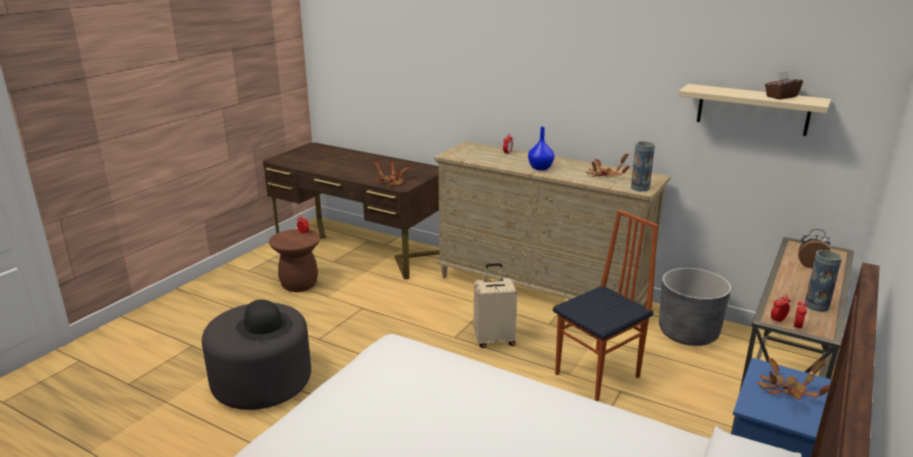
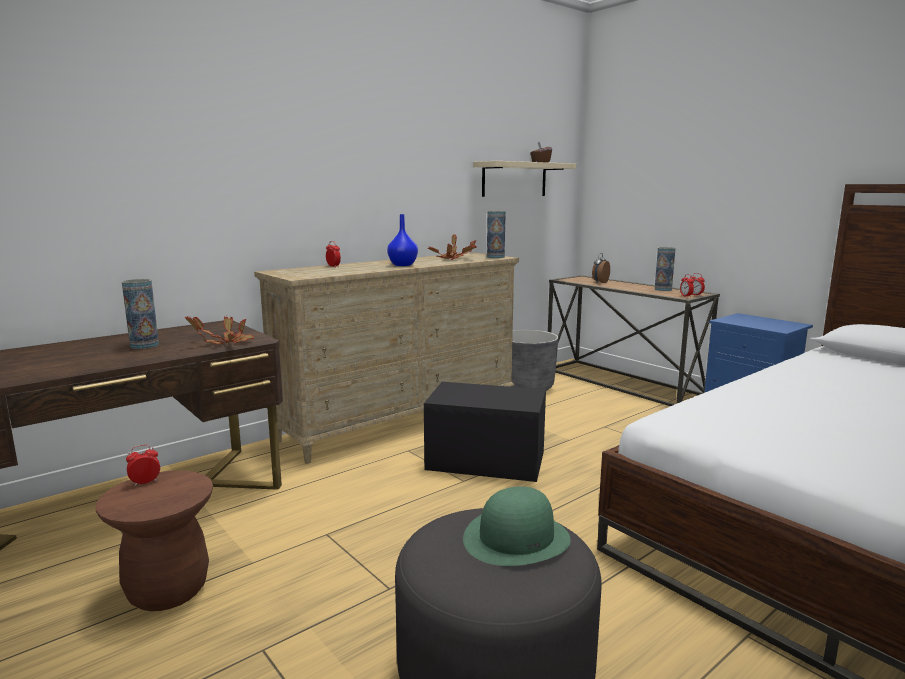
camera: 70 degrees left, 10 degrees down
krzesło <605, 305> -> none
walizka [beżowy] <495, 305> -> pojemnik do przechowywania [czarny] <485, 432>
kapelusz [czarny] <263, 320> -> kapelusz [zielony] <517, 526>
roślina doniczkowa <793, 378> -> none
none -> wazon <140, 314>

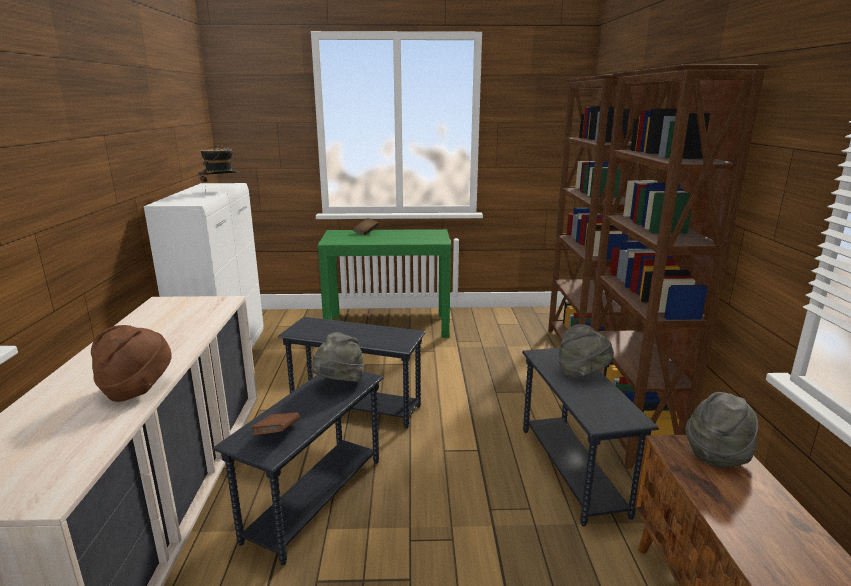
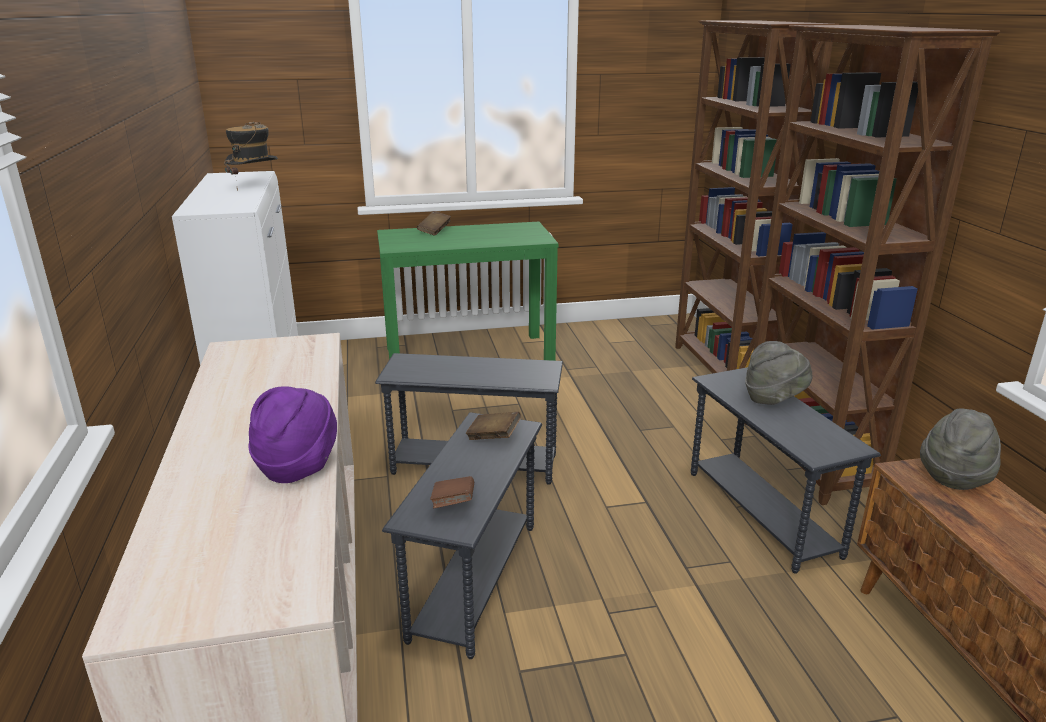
camera: 10 degrees left, 5 degrees up
kapelusz [brązowy] <131, 363> -> kapelusz [fioletowy] <293, 434>
kapelusz [szary] <338, 357> -> książka [brązowy] <493, 426>

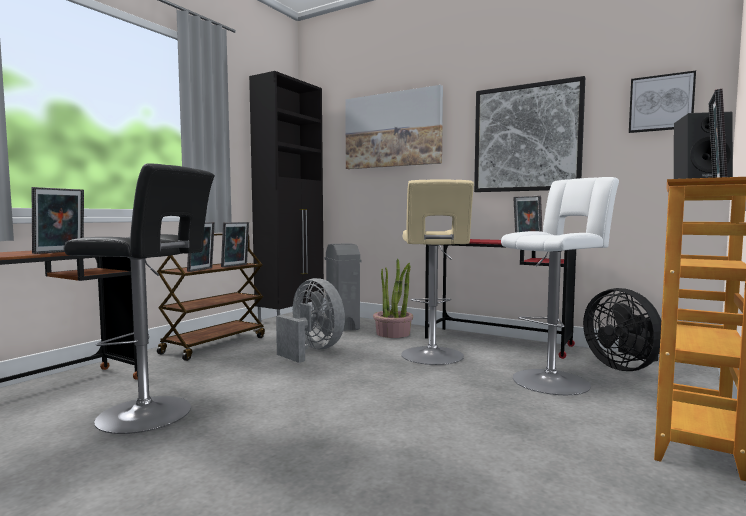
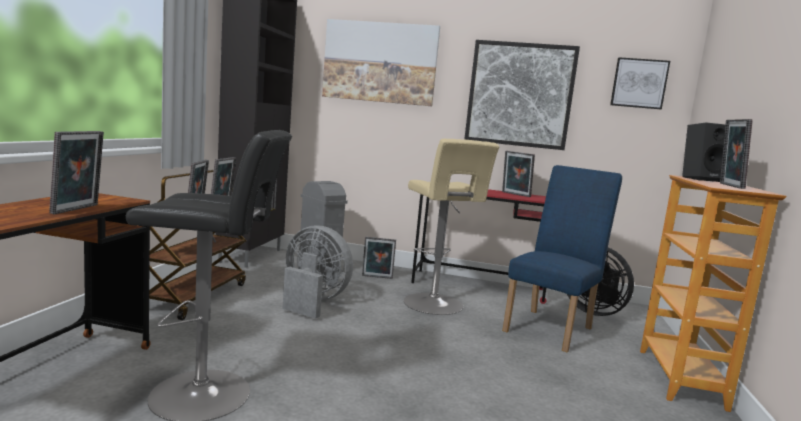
camera: 20 degrees left, 5 degrees up
stołek [biały] <560, 286> -> krzesło [niebieski] <562, 258>
roślina doniczkowa <393, 298> -> ramka na zdjęcie <379, 258>

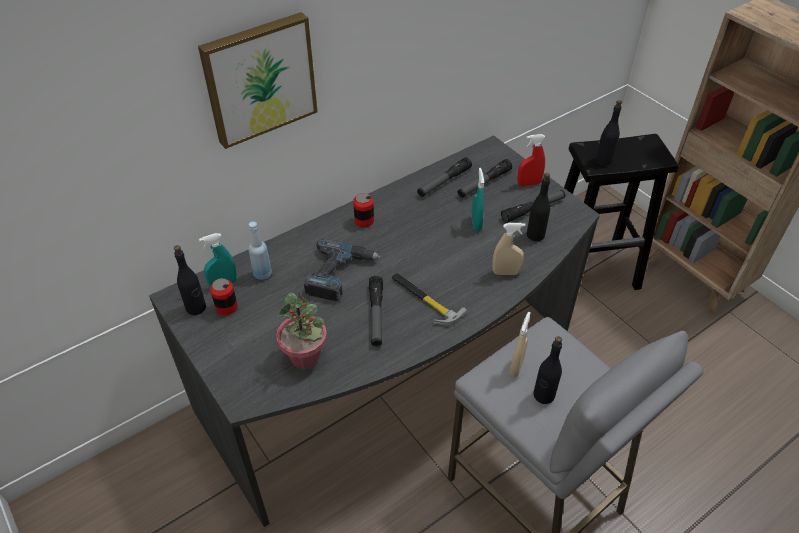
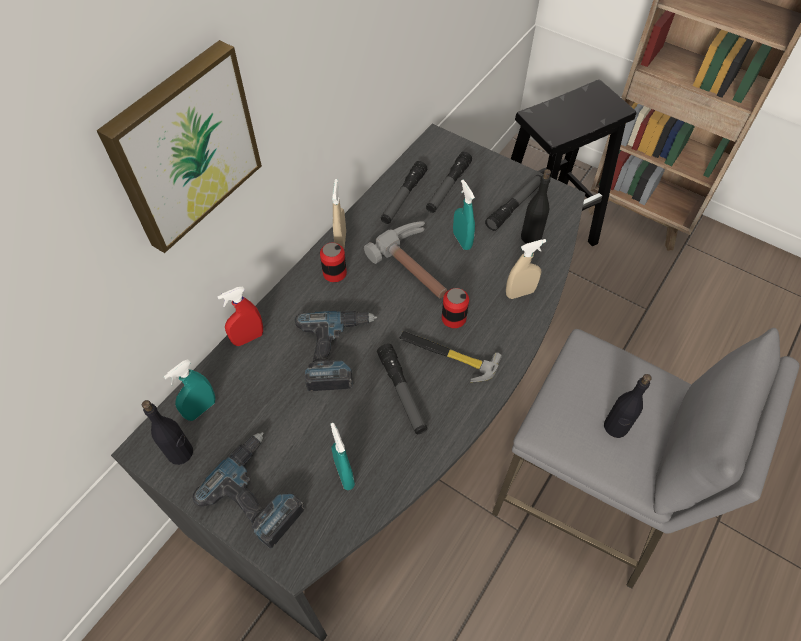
camera: 20 degrees left, 10 degrees up
butelka [czarny] <609, 133> -> none
spryskiwacz [czerwony] <531, 160> -> spryskiwacz [czerwony] <240, 316>, relocated
butelka [niebieski] <260, 250> -> none
puszka <224, 296> -> puszka <455, 308>, relocated
roślina doniczkowa <301, 330> -> spryskiwacz [turkusowy] <342, 456>
spryskiwacz [beżowy] <520, 344> -> spryskiwacz [beżowy] <339, 213>, relocated
none -> młotek <405, 260>
none -> wiertarka <248, 490>

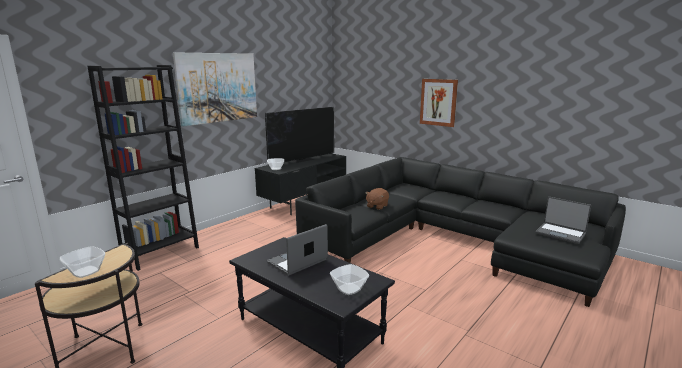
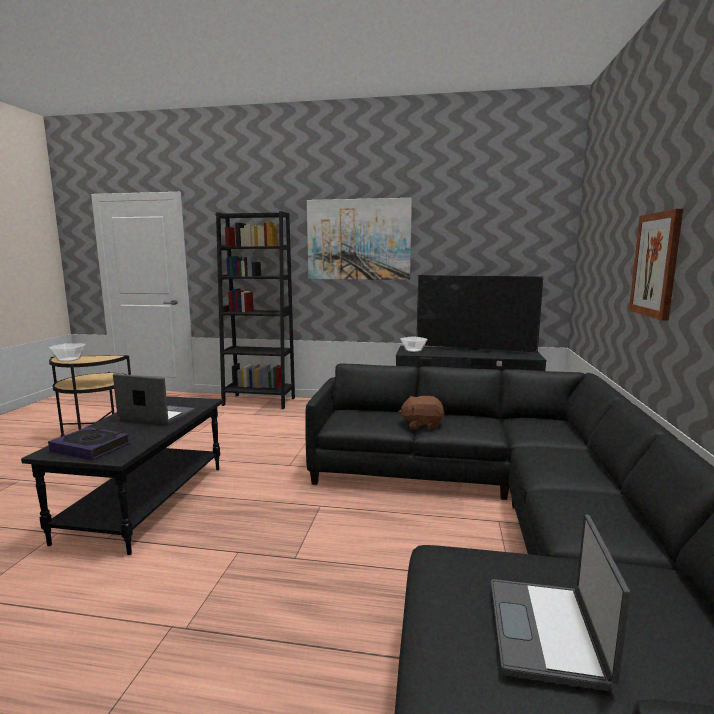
camera: 60 degrees right, 5 degrees down
miska <349, 279> -> książka <89, 443>

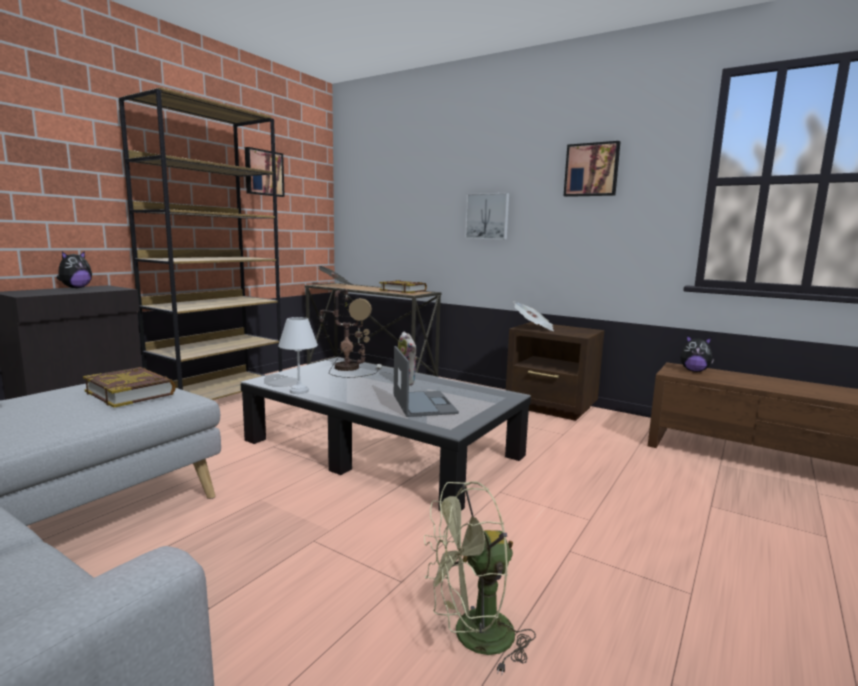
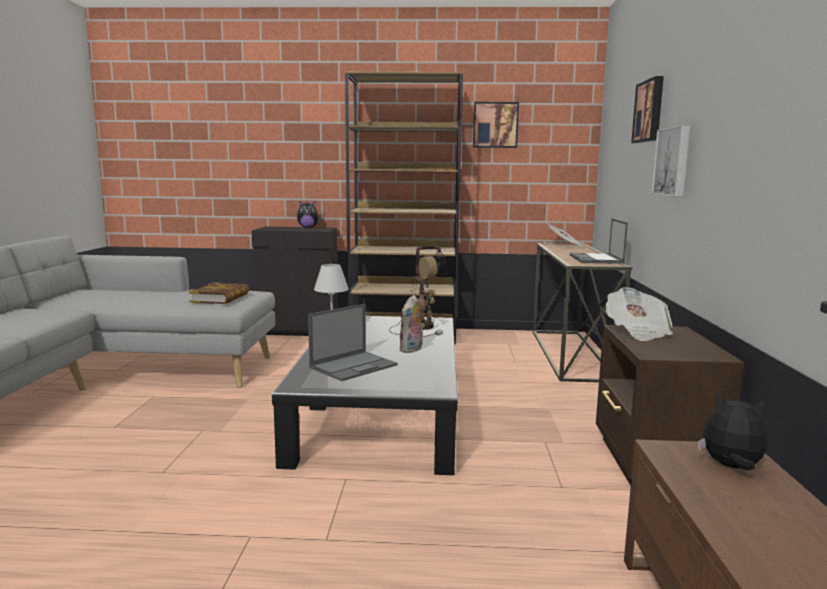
camera: 60 degrees right, 0 degrees up
obraz <592, 169> -> obraz <647, 109>, relocated
książka <403, 286> -> laptop <599, 241>
pluszak <697, 353> -> pluszak <732, 431>, 120 degrees clockwise
wentylator [zielony] <480, 577> -> none

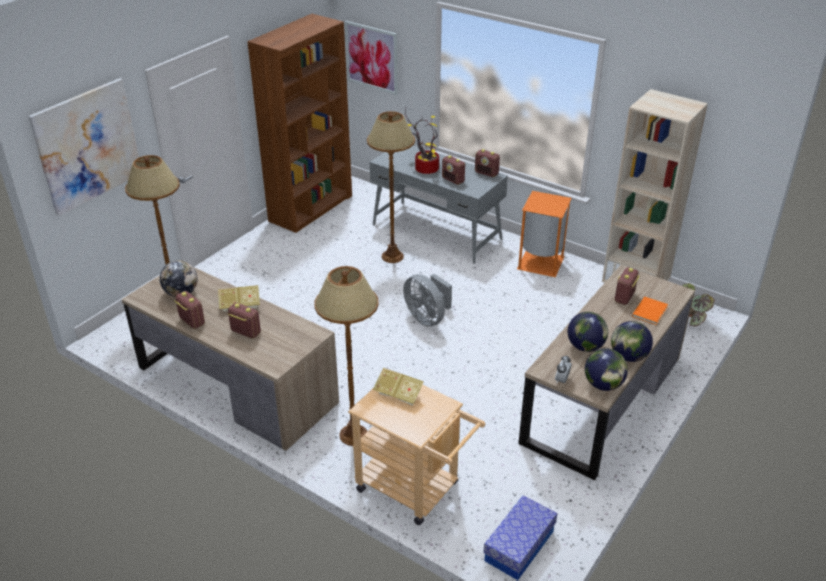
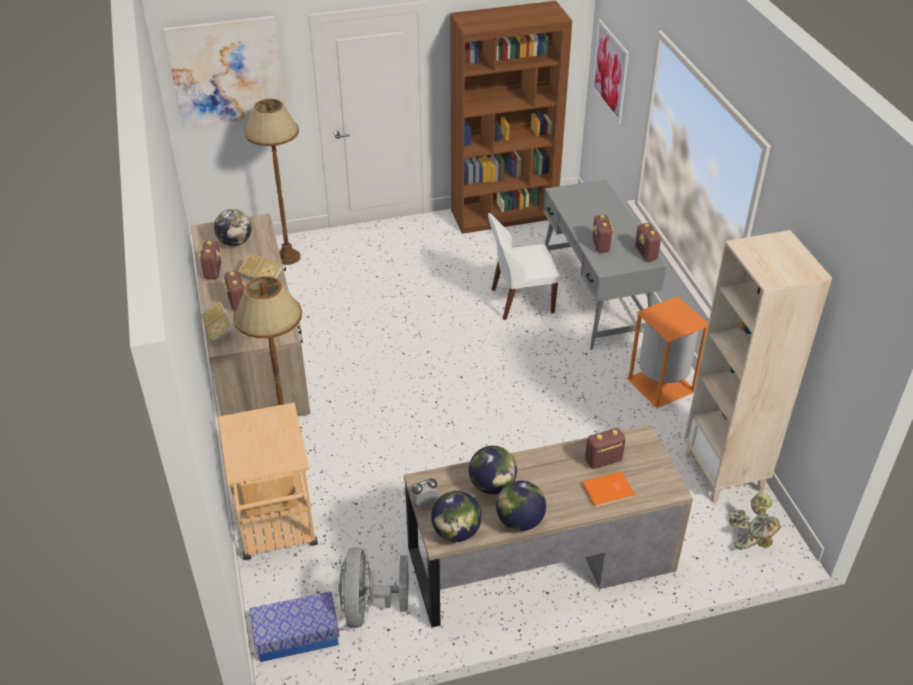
camera: 40 degrees right, 5 degrees up
roślina doniczkowa <422, 141> -> none
lampa stojąca [brązowy] <391, 187> -> krzesło [biały] <523, 266>
wentylator [szary] <427, 300> -> wentylator [szary] <373, 587>, relocated
książka <398, 387> -> książka <217, 322>, relocated

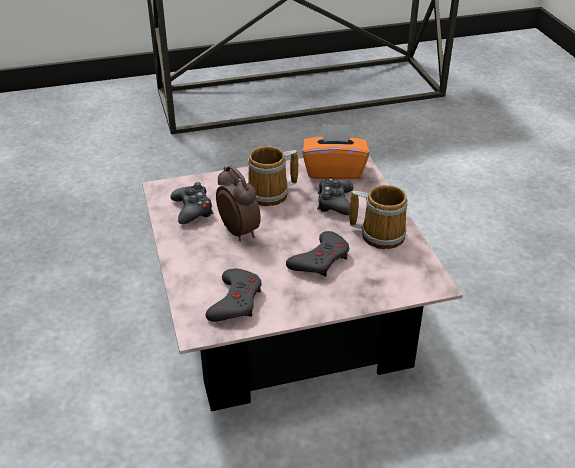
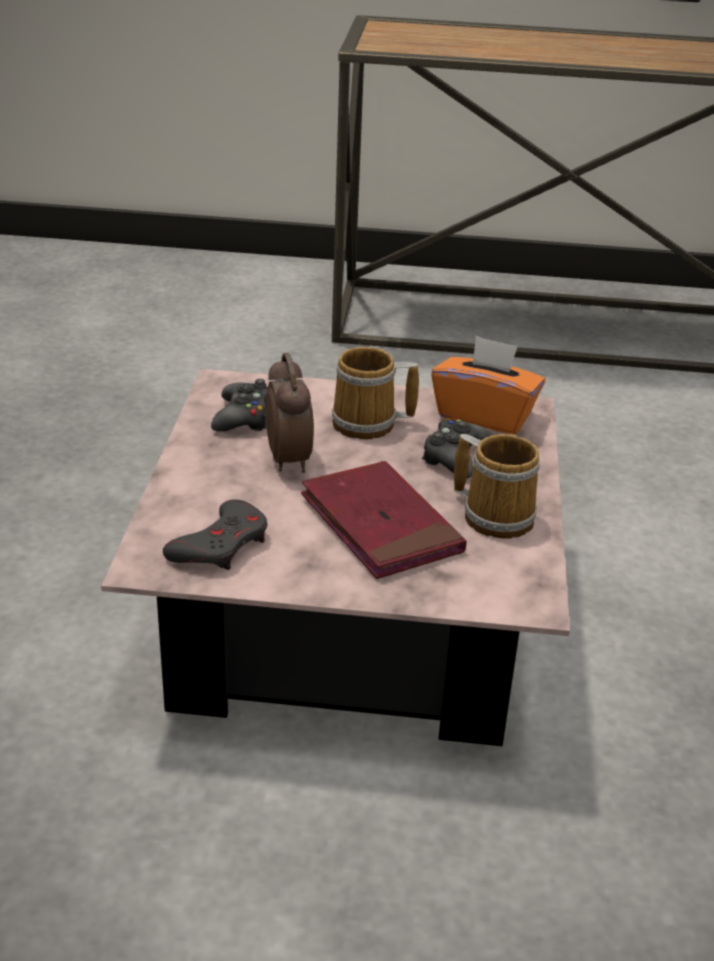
camera: 20 degrees right, 5 degrees down
pad do gier [szary] <317, 254> -> książka [czerwony] <384, 520>

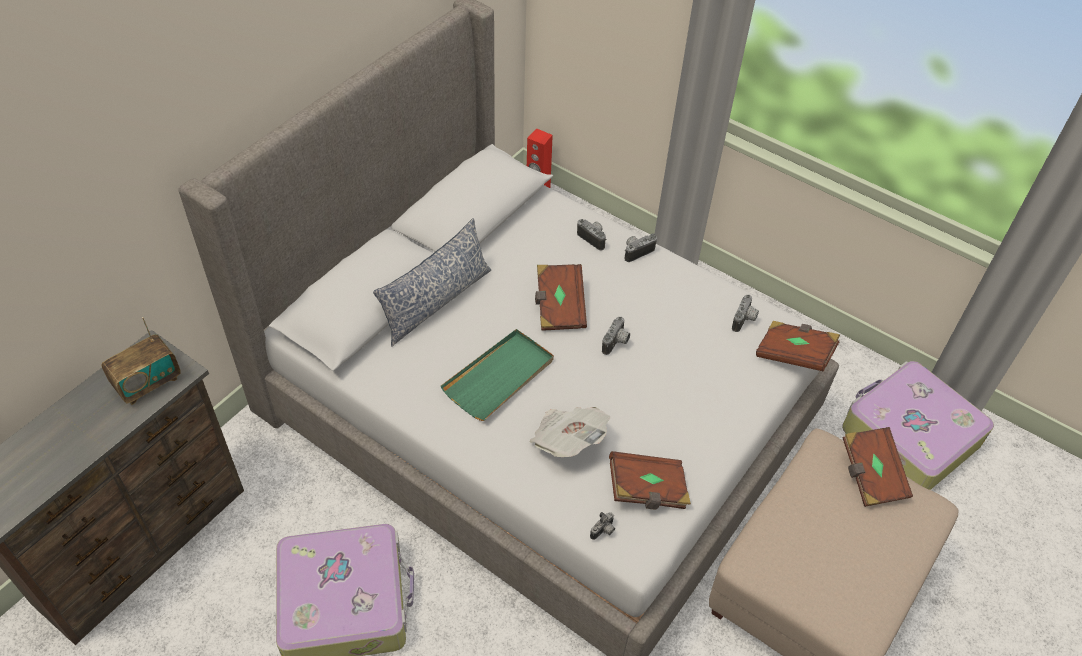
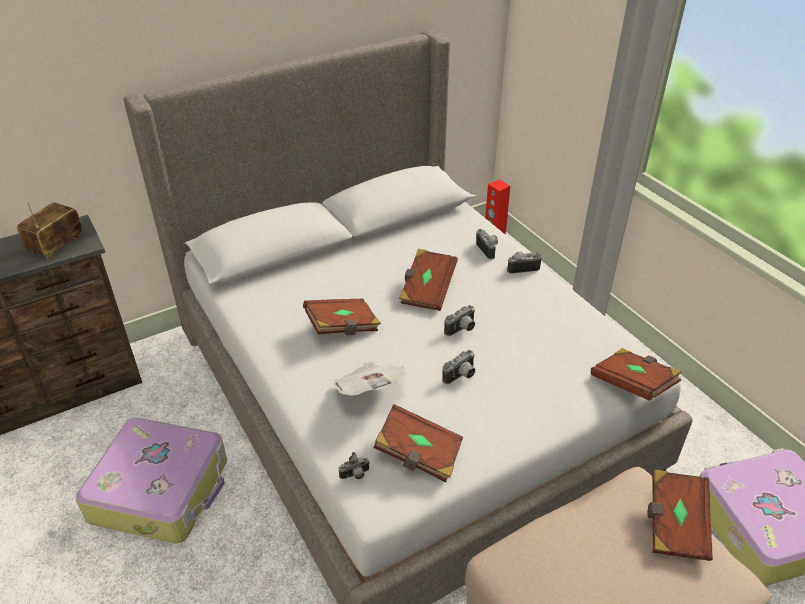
camera: 25 degrees right, 10 degrees down
poduszka <432, 282> -> none
aparat fotograficzny <745, 313> -> aparat fotograficzny <458, 367>, relocated
radio <141, 361> -> radio <49, 230>, 135 degrees clockwise
taca [zielony] <497, 375> -> książka [brązowy] <342, 317>

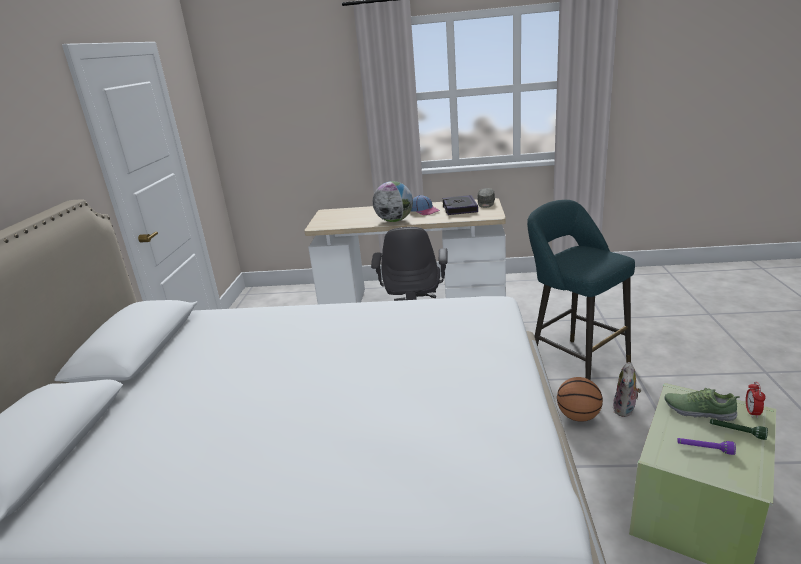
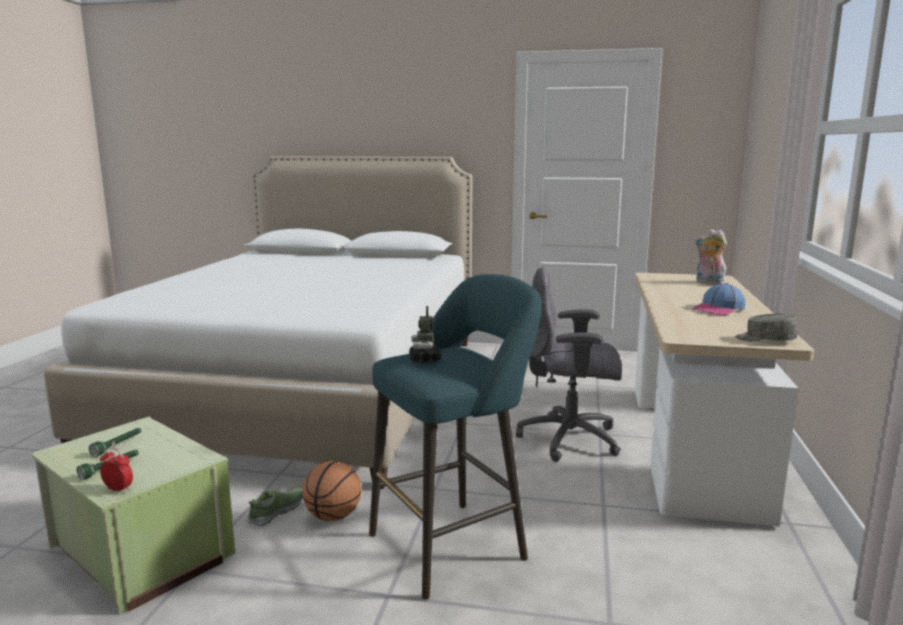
camera: 95 degrees right, 10 degrees down
globus <393, 201> -> none
książka <460, 205> -> none
pluszak <627, 389> -> pluszak <711, 257>, relocated
but <702, 404> -> but <275, 507>, relocated
latarka [fioletowy] <706, 446> -> latarka [zielony] <115, 442>
none -> robot zabawkowy <425, 334>

